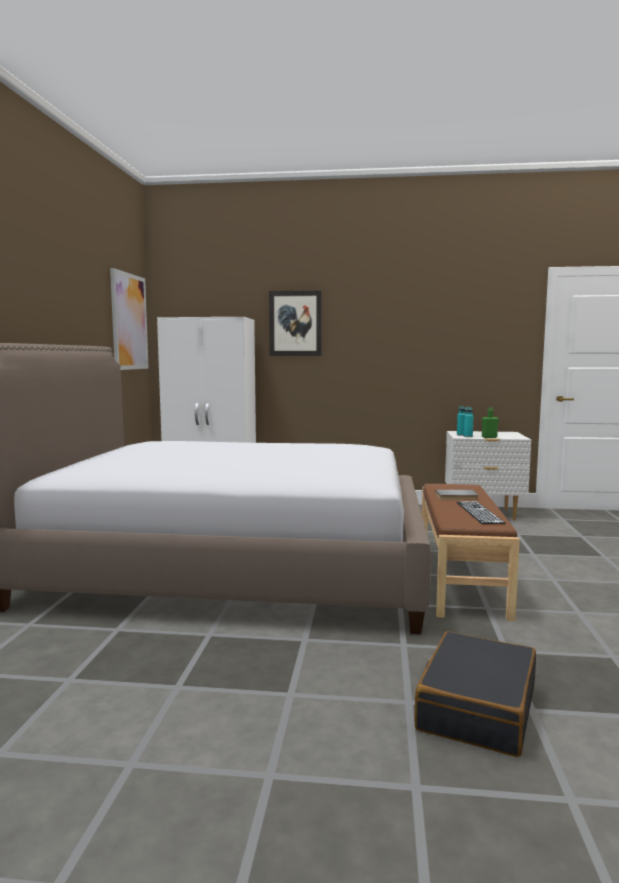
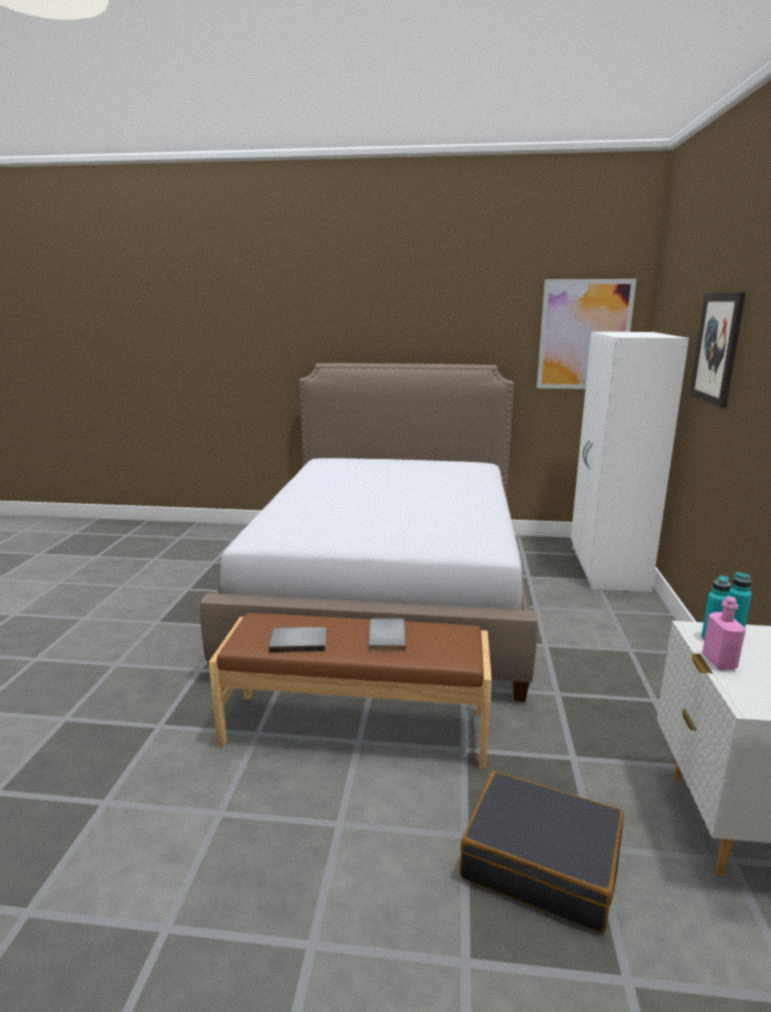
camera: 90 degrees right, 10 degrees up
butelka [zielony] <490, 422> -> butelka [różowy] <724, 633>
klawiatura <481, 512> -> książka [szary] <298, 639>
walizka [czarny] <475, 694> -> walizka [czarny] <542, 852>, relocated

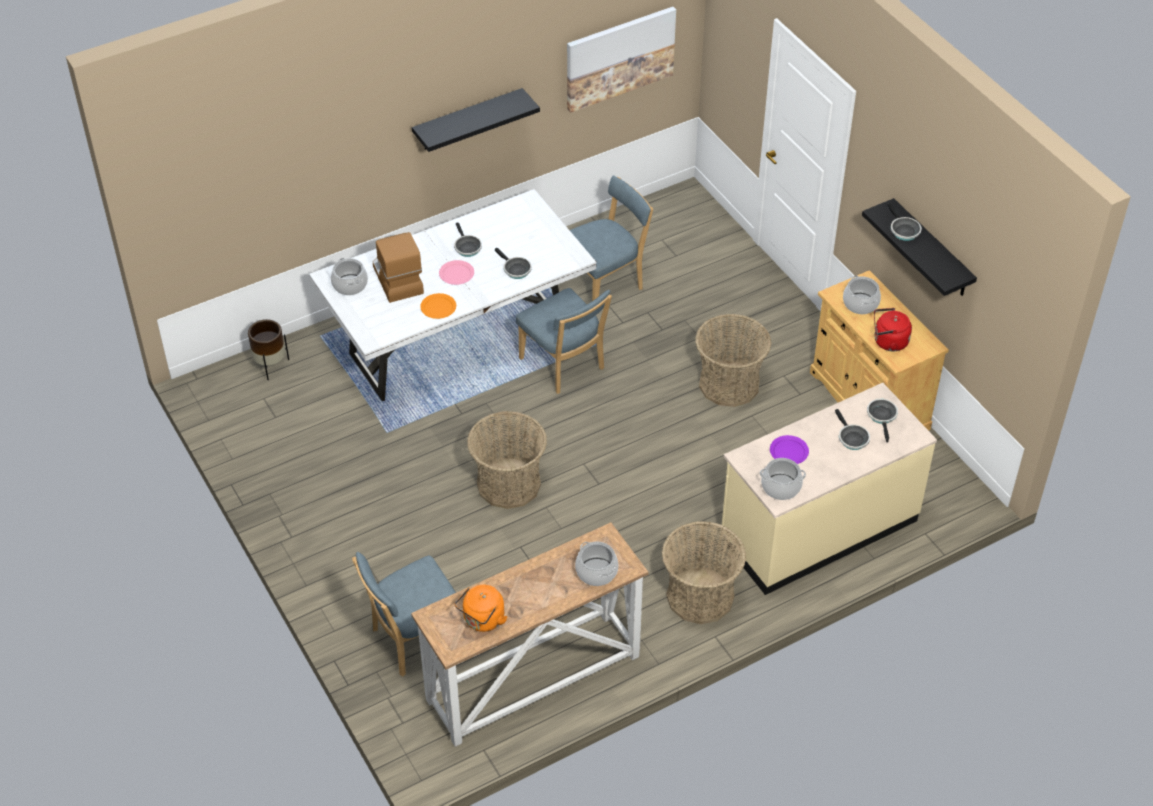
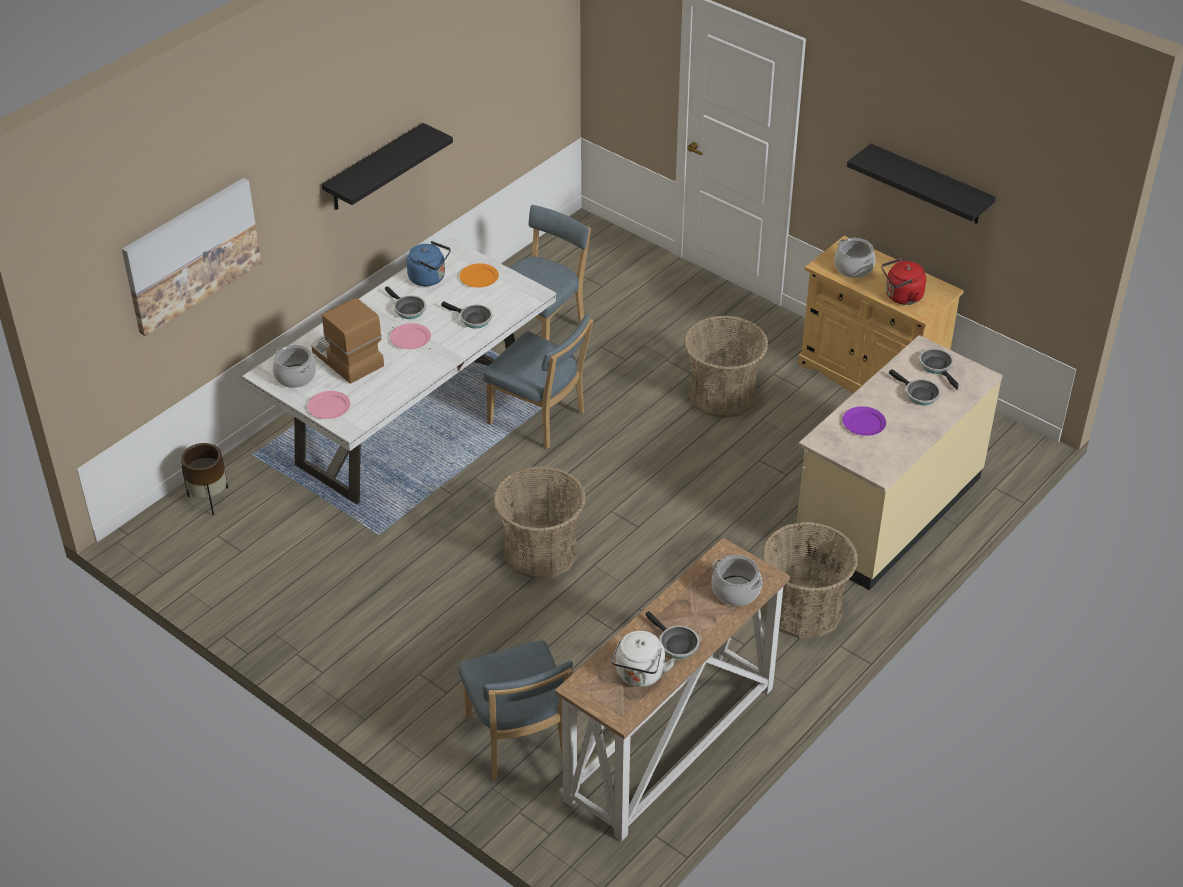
camera: 20 degrees left, 5 degrees down
obraz <621, 60> -> obraz <191, 257>, relocated
patelnia <905, 222> -> patelnia <673, 635>, relocated
talerz [pomarańczowy] <438, 306> -> talerz [pomarańczowy] <479, 275>, relocated
garnek <783, 479> -> none
krzesło [niebieski] <404, 614> -> krzesło [niebieski] <515, 710>, 60 degrees counterclockwise
czajnik [pomarańczowy] <481, 608> -> czajnik [biały] <643, 659>
none -> czajnik [niebieski] <429, 263>
none -> talerz [różowy] <329, 405>

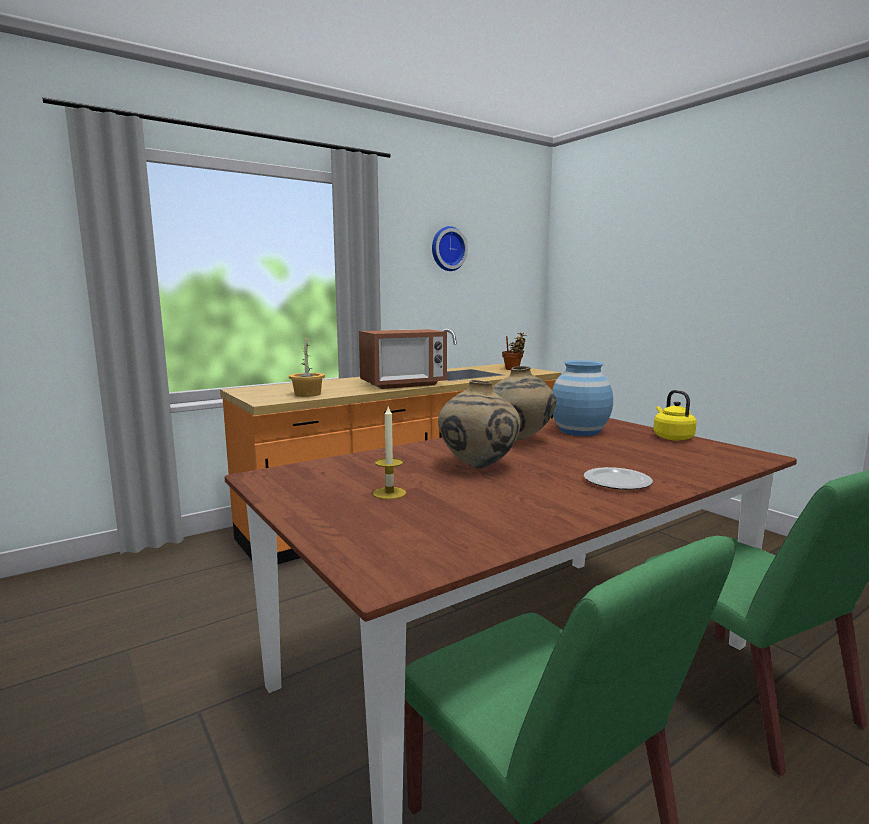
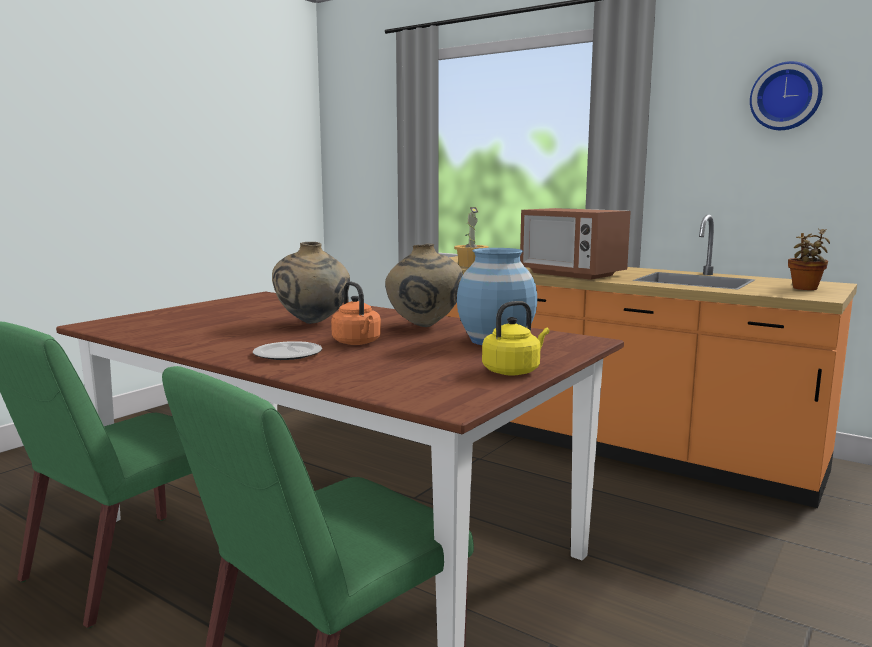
camera: 70 degrees right, 0 degrees up
świeca <389, 453> -> none
none -> czajnik [pomarańczowy] <356, 313>

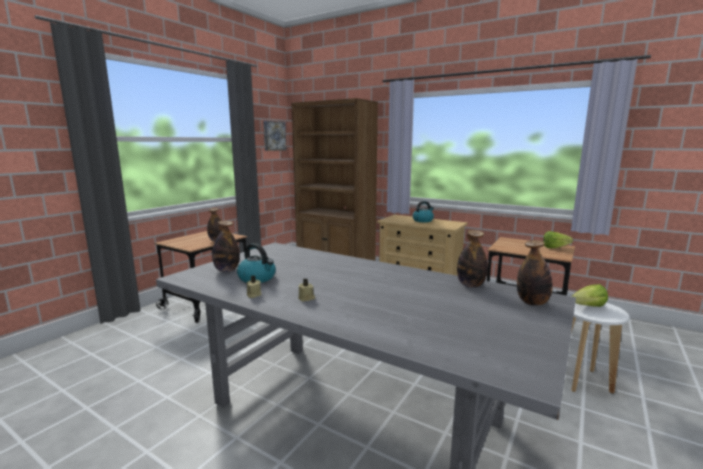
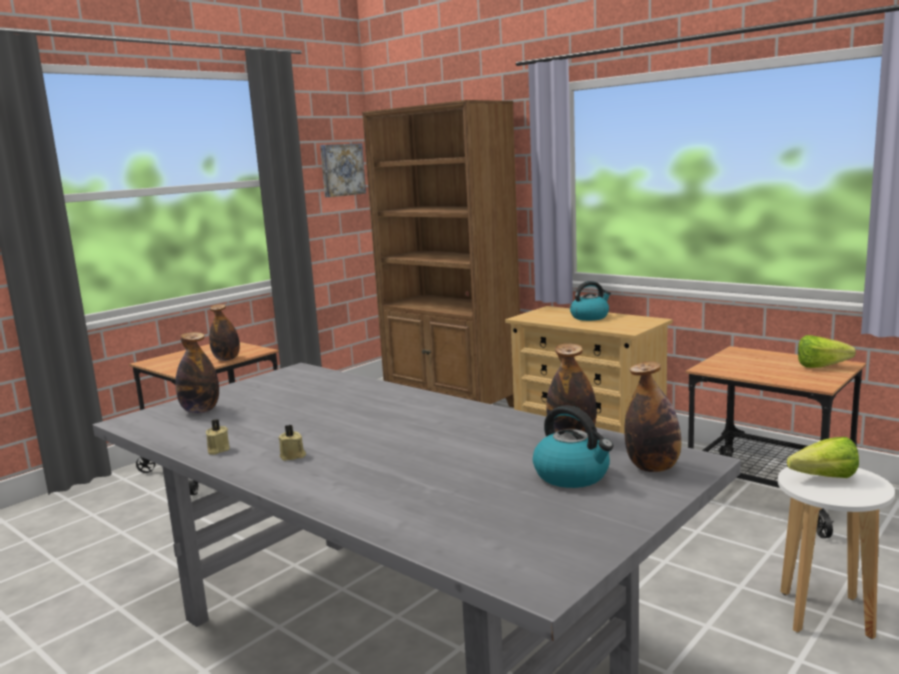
camera: 10 degrees right, 0 degrees up
czajnik <256, 263> -> czajnik <573, 446>, relocated

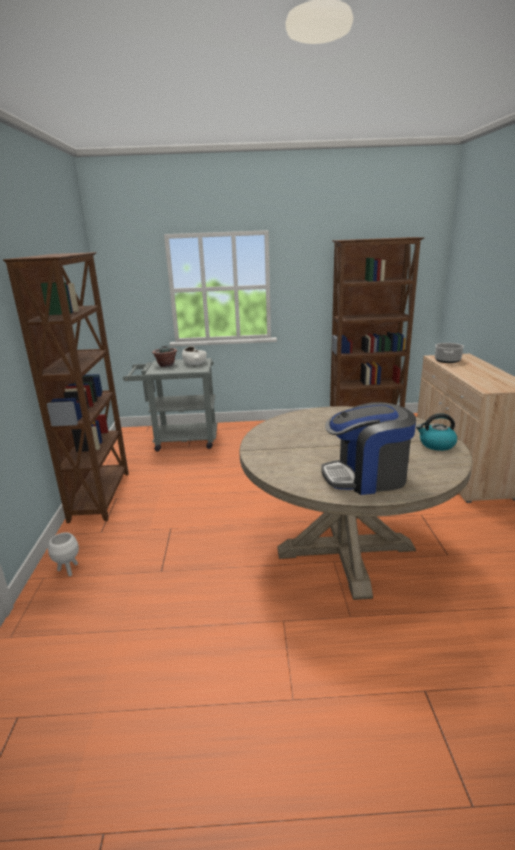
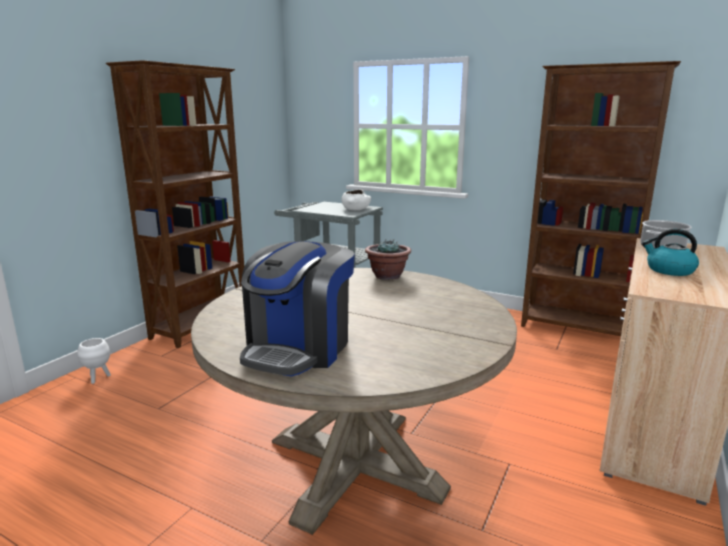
camera: 30 degrees right, 5 degrees down
roślina doniczkowa <164, 356> -> roślina doniczkowa <388, 259>, relocated
ekspres do kawy <368, 448> -> ekspres do kawy <297, 309>, 90 degrees counterclockwise
czajnik <436, 432> -> czajnik <670, 252>, relocated

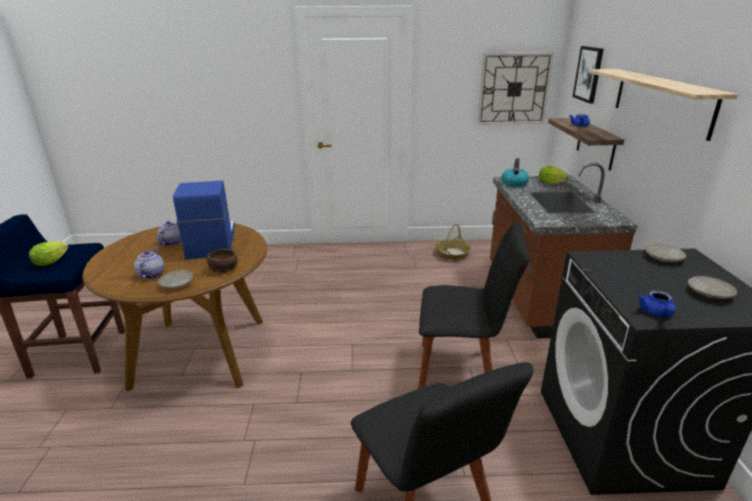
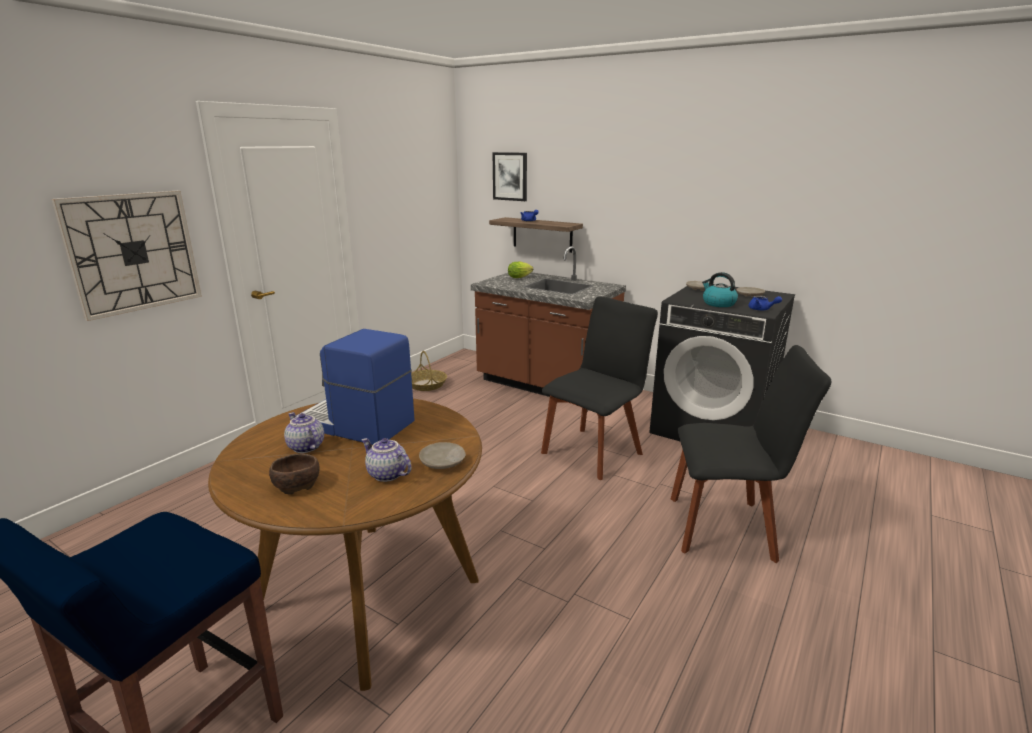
camera: 55 degrees left, 5 degrees down
zegar ścienny <516, 88> -> zegar ścienny <126, 256>, relocated
półka <663, 105> -> none
czajnik <515, 172> -> czajnik <720, 289>, relocated
sałata <49, 253> -> none
miska [brązowy] <222, 261> -> miska [brązowy] <294, 474>, relocated

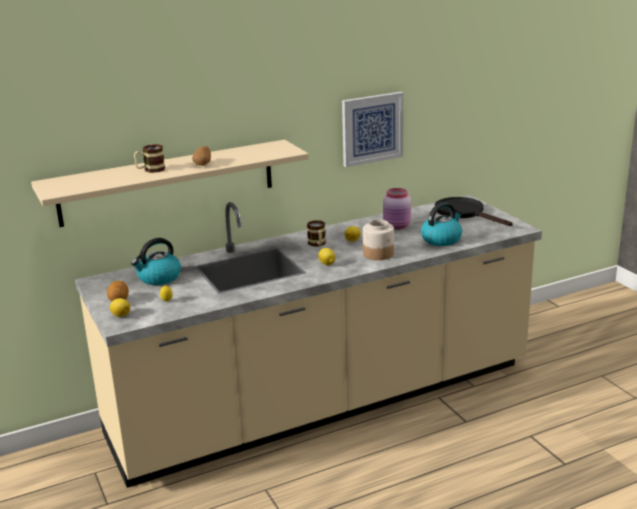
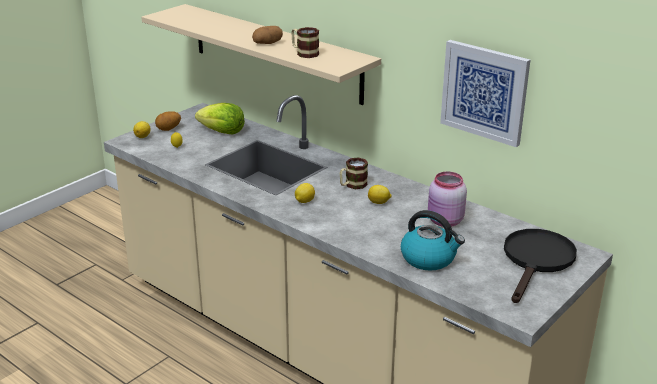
camera: 65 degrees right, 5 degrees up
kubek <149, 158> -> kubek <305, 42>, relocated
słoik <378, 239> -> none
czajnik <156, 261> -> sałata <220, 119>

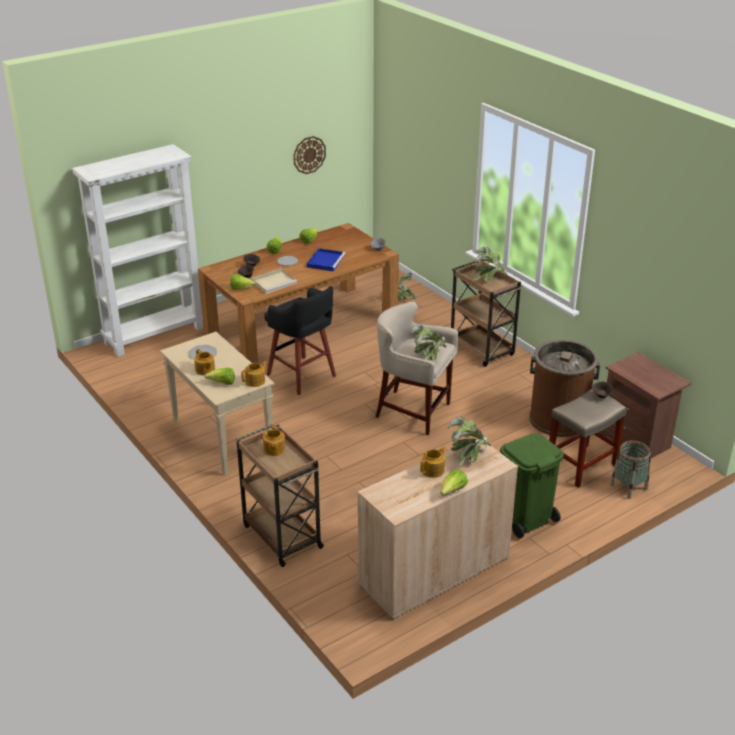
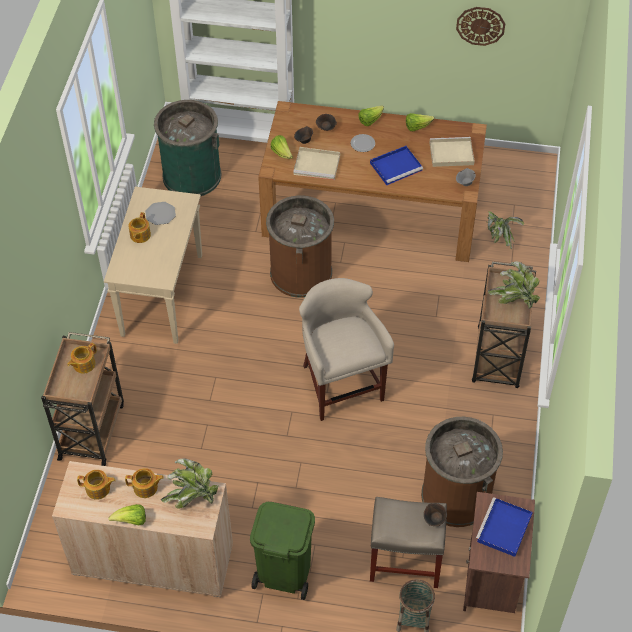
camera: 45 degrees right, 20 degrees up
stołek [czarny] <300, 340> -> kosz na śmieci [brązowy] <300, 246>
roślina doniczkowa <428, 342> -> none
imbryk <254, 374> -> imbryk <96, 485>, relocated
sałata <219, 376> -> none
none -> kosz na śmieci [zielony] <187, 148>
none -> taca [beżowy] <452, 152>
none -> taca [niebieski] <504, 527>

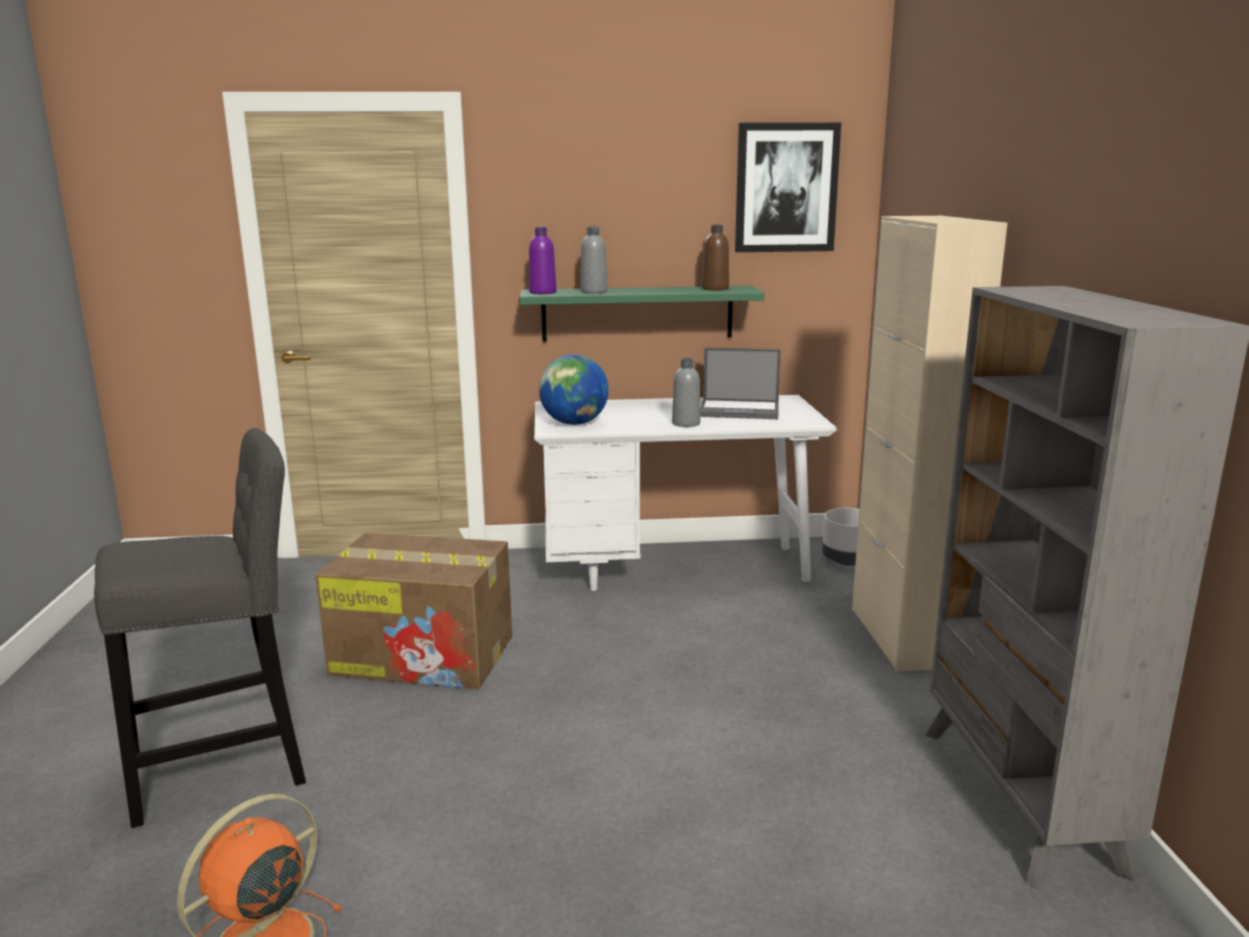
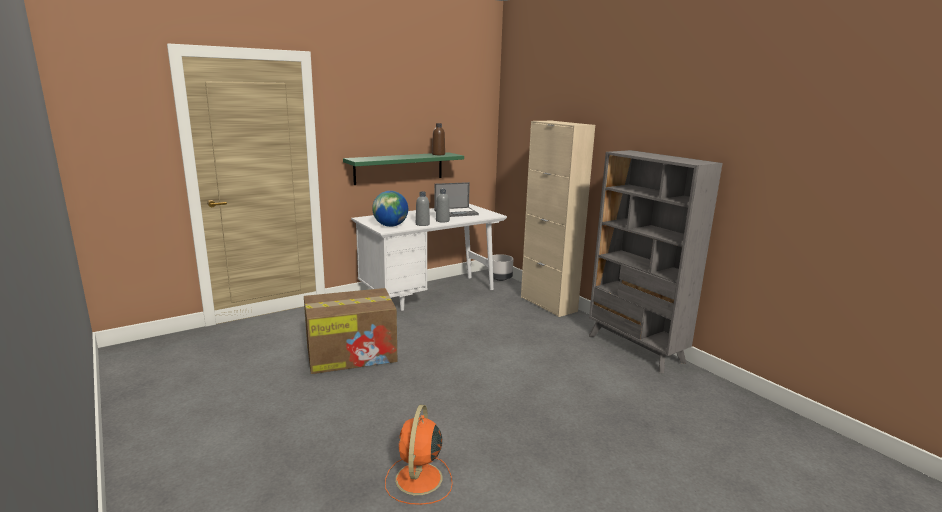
camera: 30 degrees left, 0 degrees up
obraz <788, 187> -> none
butelka [szary] <594, 259> -> butelka [szary] <423, 208>, relocated
butelka [fioletowy] <543, 260> -> none
stołek [szary] <200, 628> -> none

